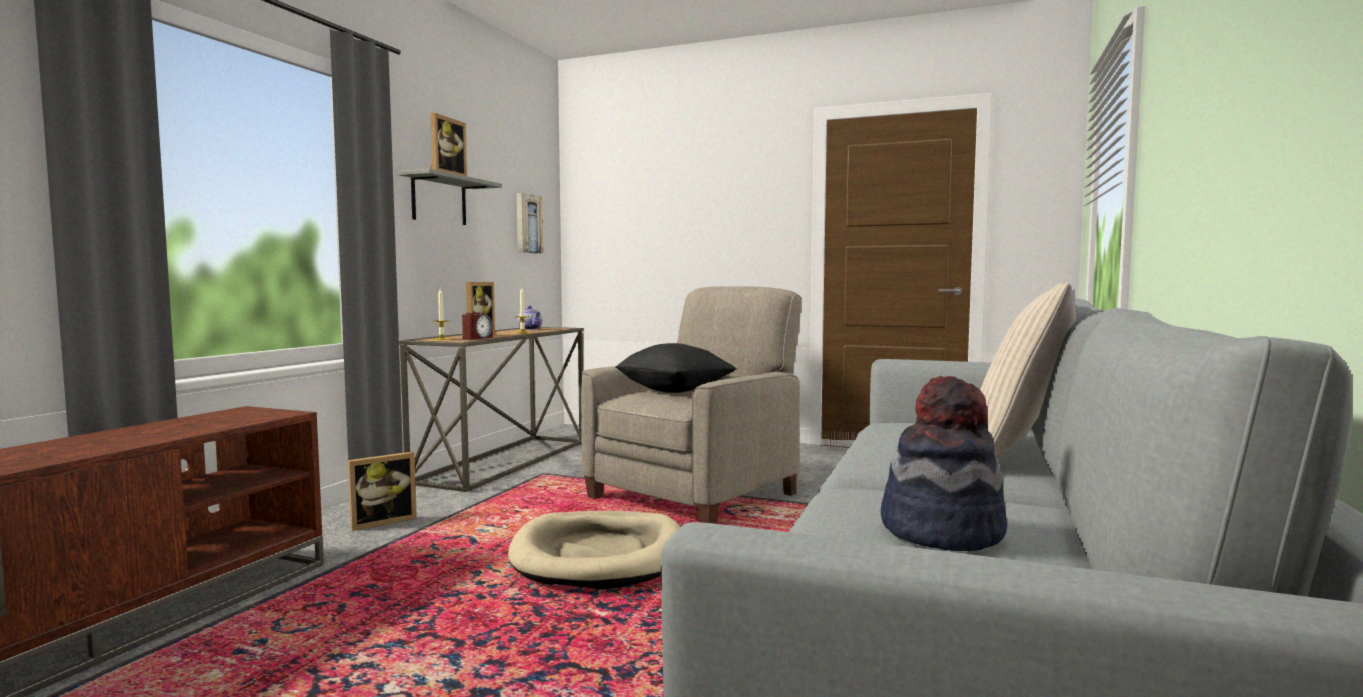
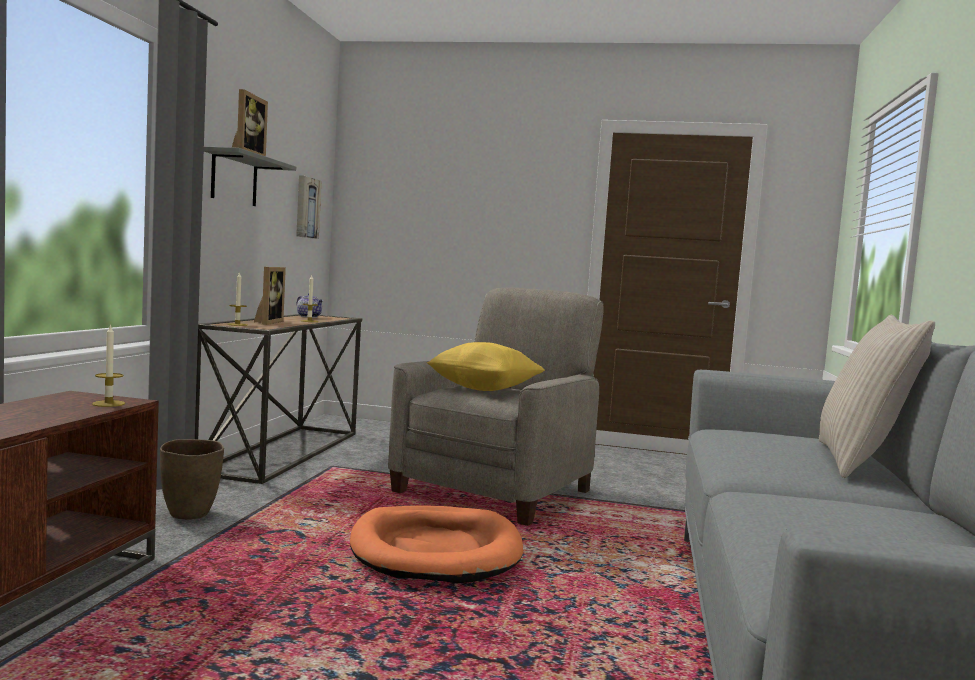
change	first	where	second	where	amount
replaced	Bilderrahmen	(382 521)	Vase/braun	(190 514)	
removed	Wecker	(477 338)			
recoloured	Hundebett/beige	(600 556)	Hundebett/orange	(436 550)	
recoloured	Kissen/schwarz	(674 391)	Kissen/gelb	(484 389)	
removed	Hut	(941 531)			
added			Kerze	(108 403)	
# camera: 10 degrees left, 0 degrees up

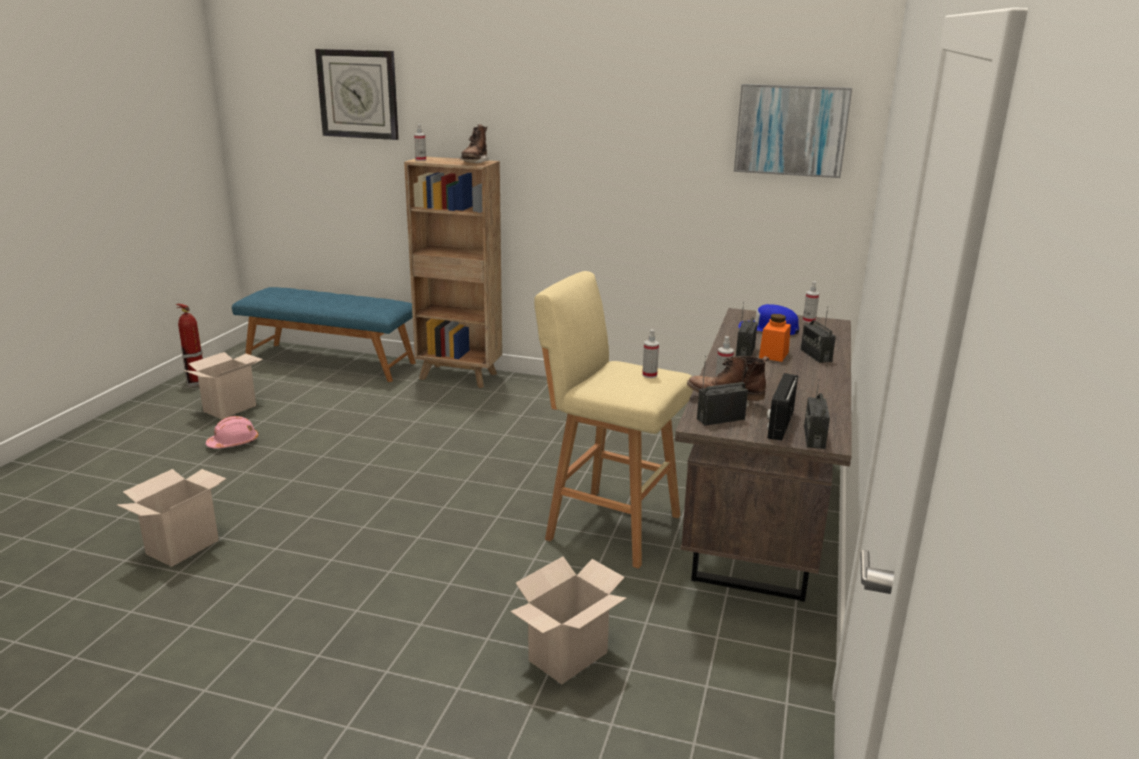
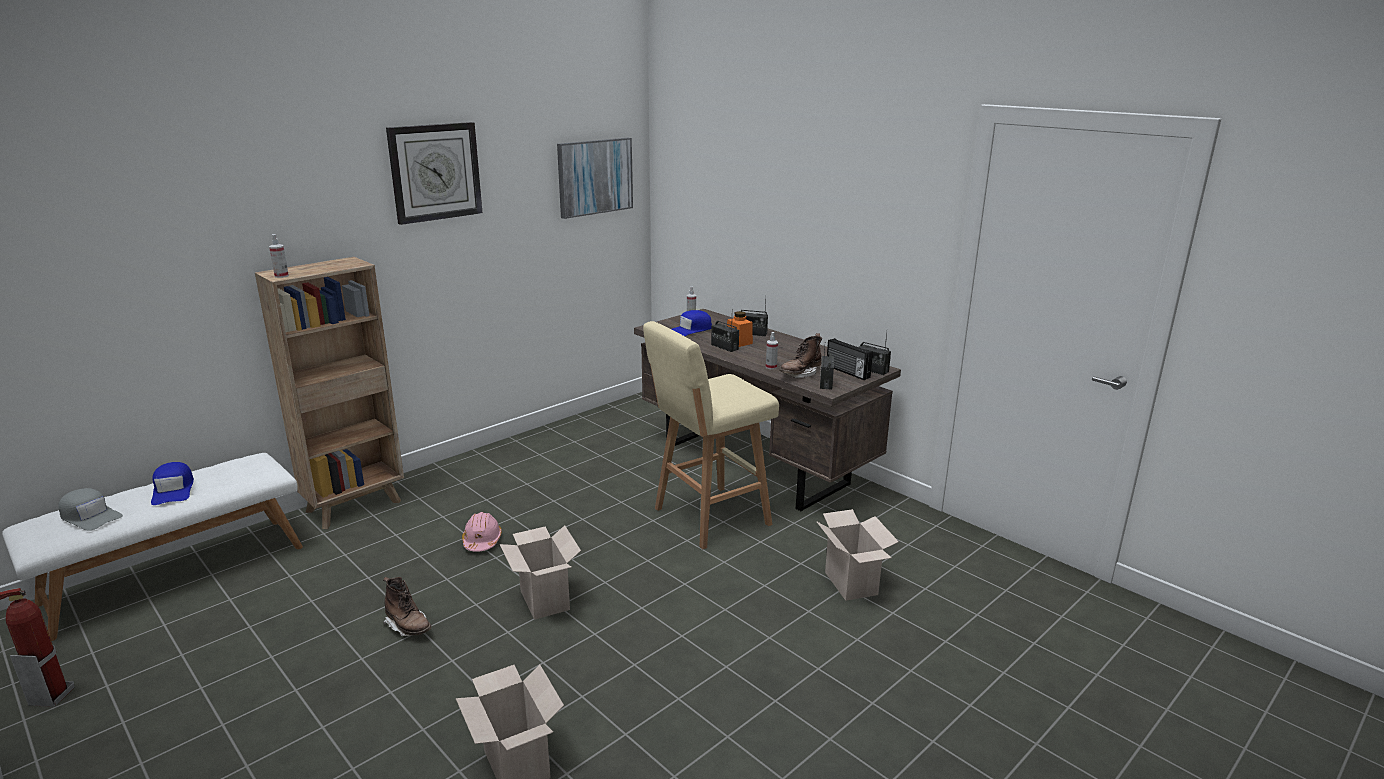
change	first	where	second	where	amount
moved	Karton	(230 408)		(542 600)	
moved	Schutzhelm/rosa	(234 443)		(482 541)	
recoloured	Bank/blau	(331 361)	Bank/weiß	(176 573)	
moved	Wanduhr	(358 94)		(435 172)	
moved	Stiefel/braun	(474 162)		(408 627)	
removed	Sprühflasche	(649 375)			
added			Kappe/grau	(90 516)	
added			Kappe/blau	(173 490)	
# camera: 60 degrees left, 0 degrees up

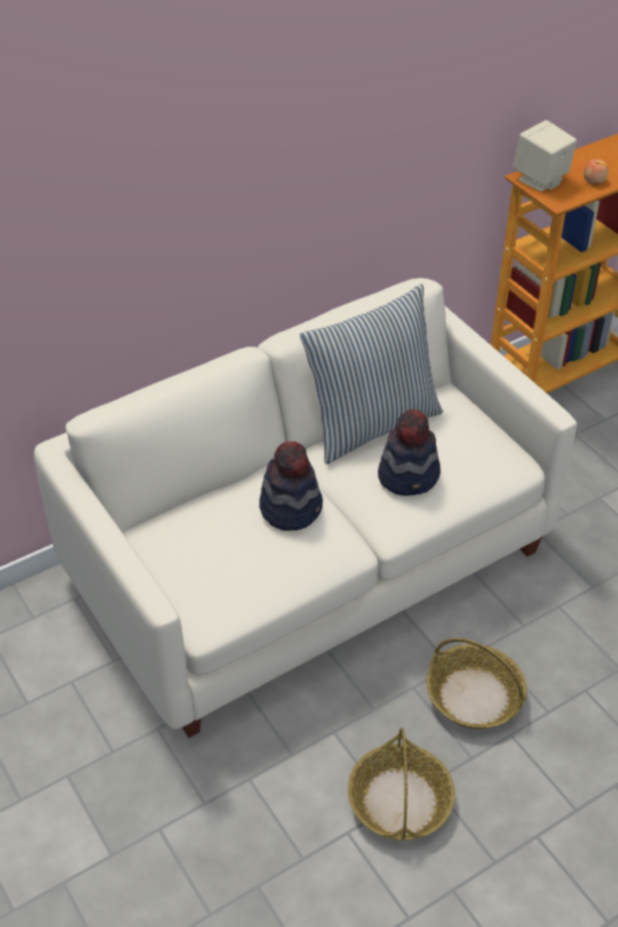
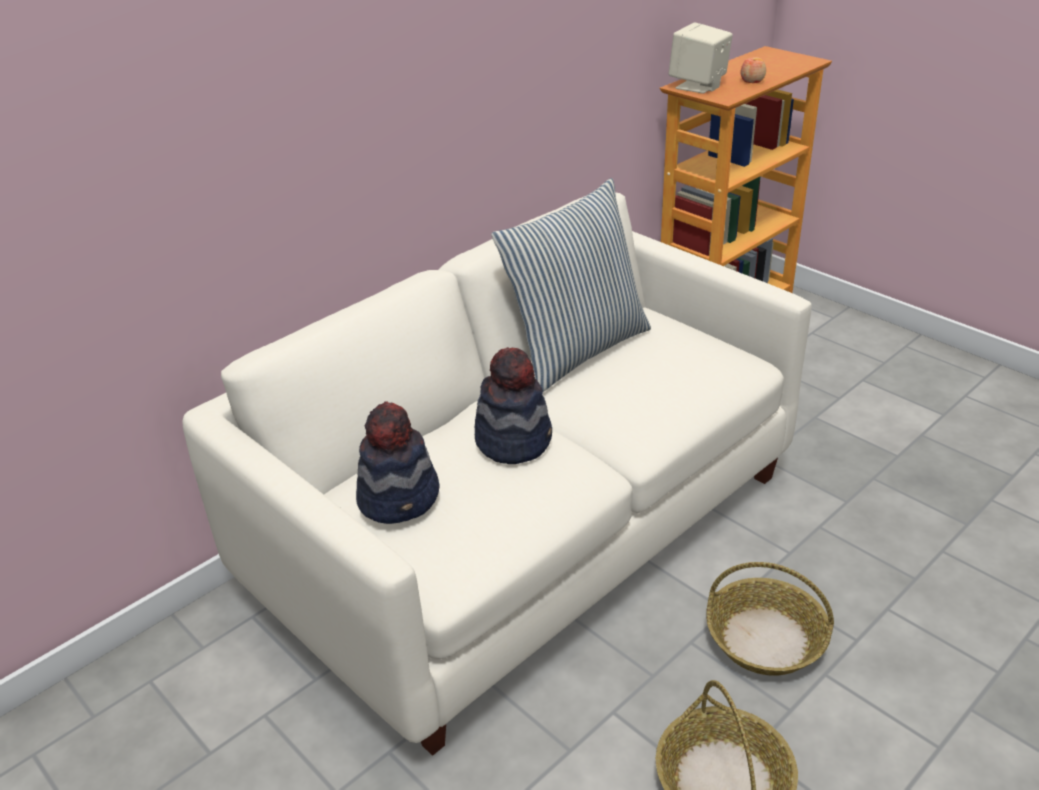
change	first	where	second	where	amount
moved	Hut	(409 475)		(400 497)	
# camera: 10 degrees left, 10 degrees down

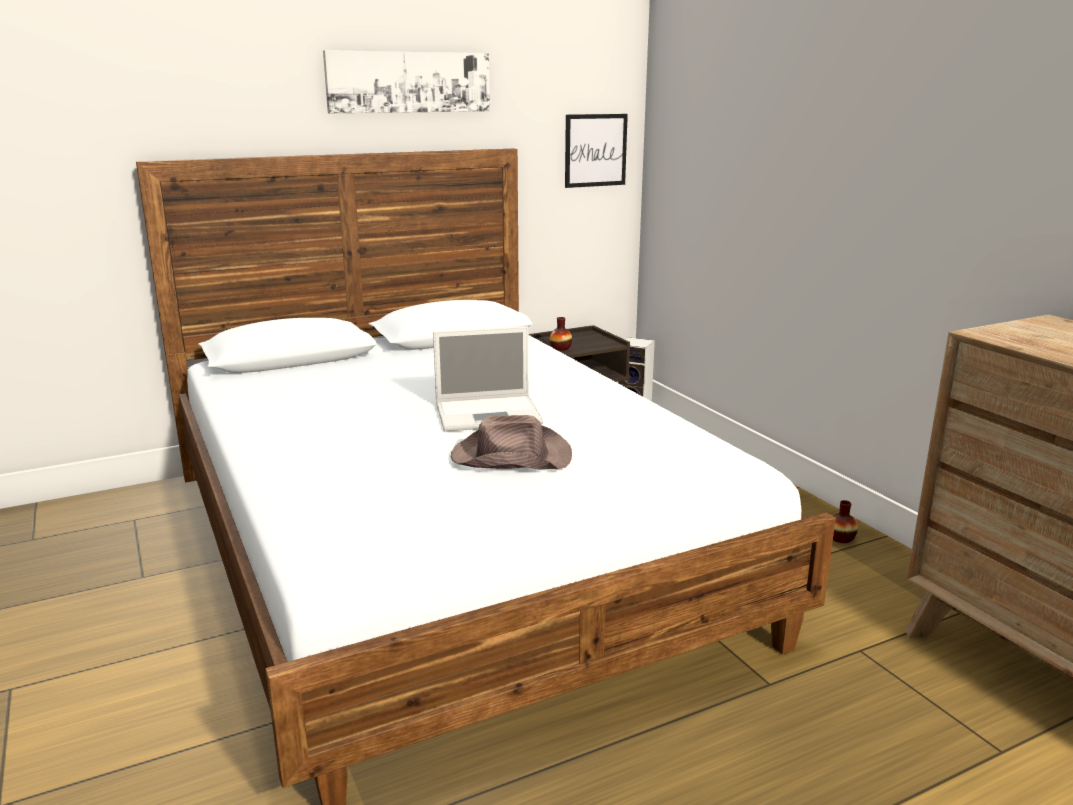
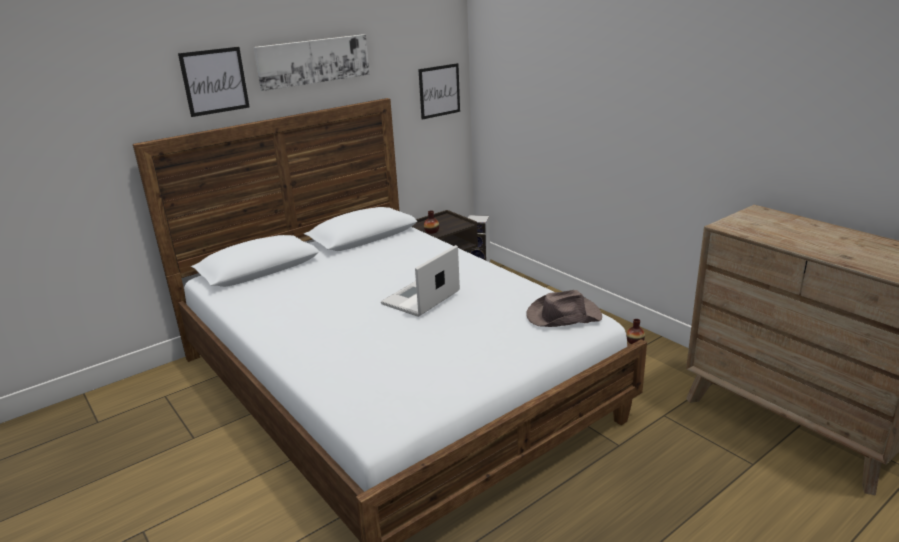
change	first	where	second	where	amount
turned	Laptop	(490 413)		(420 298)	150 degrees clockwise
moved	Hut/braun	(510 456)		(562 316)	
added			Bild	(214 81)	
# camera: 10 degrees left, 5 degrees up

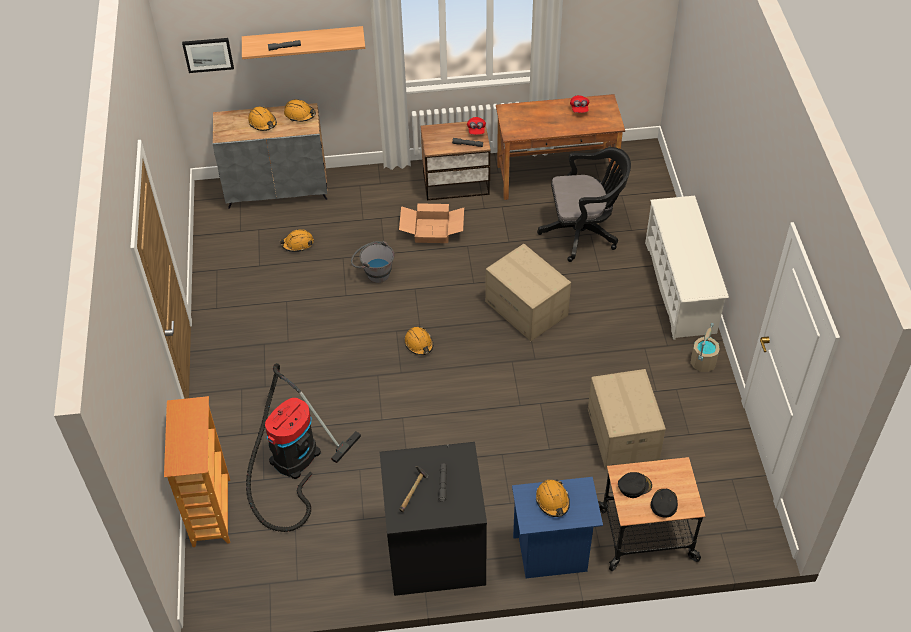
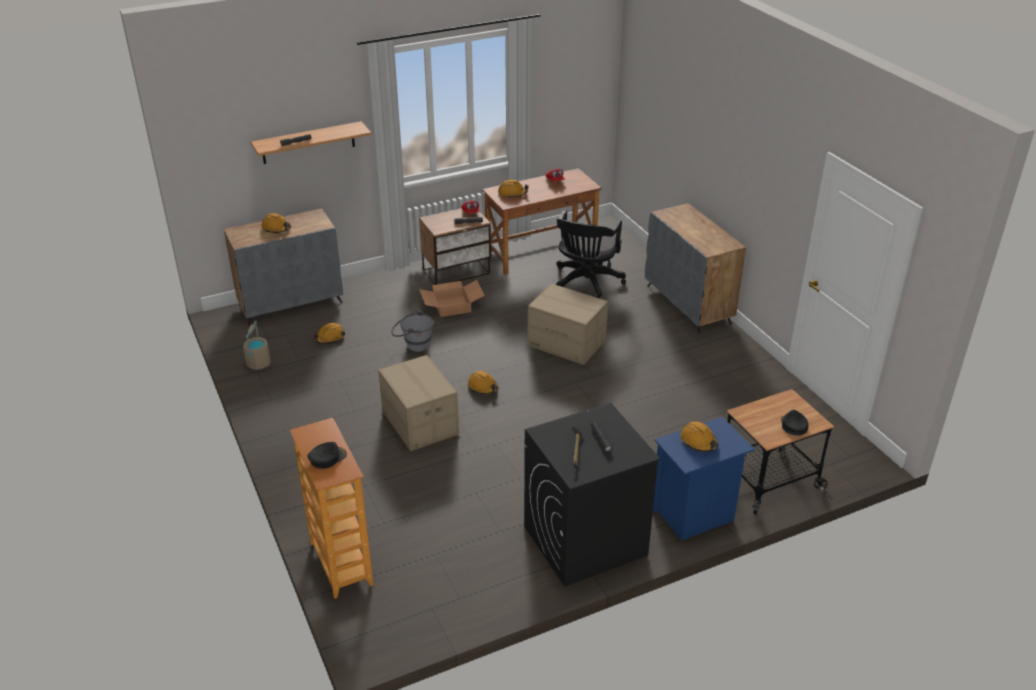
change	first	where	second	where	amount
removed	Bild	(208 54)			
removed	Staubsauger	(292 462)			
moved	Schutzhelm/orange	(300 114)		(512 193)	
turned	Bürostuhl/schwarz	(583 232)		(586 284)	135 degrees clockwise
moved	Karton	(622 434)		(419 423)	
moved	Kappe/schwarz	(634 486)		(327 458)	
replaced	Schuhregal/weiß	(680 287)	Schrank/grau	(688 304)	
moved	Eimer/beige	(703 362)		(258 363)	
# camera: 20 degrees left, 15 degrees down

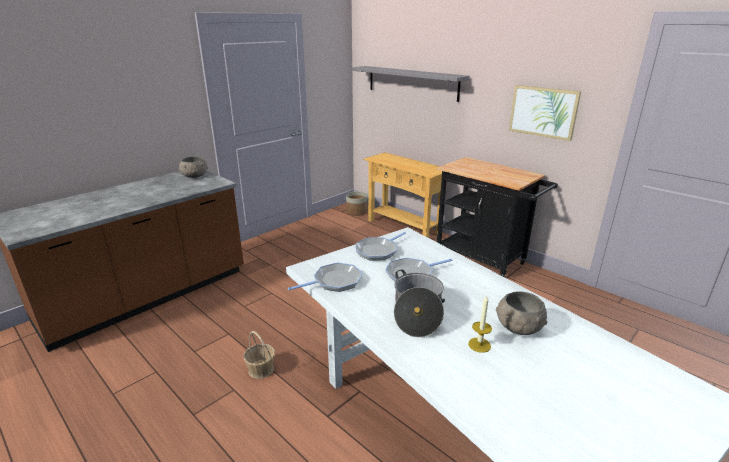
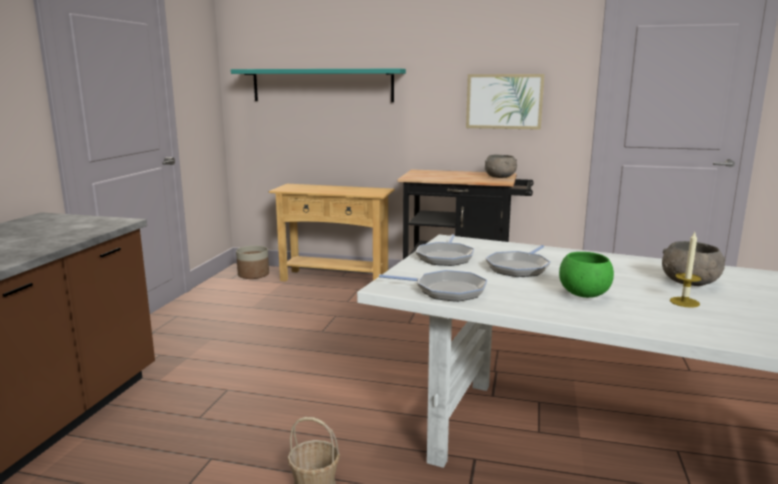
change	first	where	second	where	amount
moved	Schüssel/grau	(194 176)		(500 177)	
turned	Pfanne	(335 282)		(446 290)	75 degrees clockwise
recoloured	Wandregal/grau	(412 83)	Wandregal/türkis	(322 85)	
replaced	Kochtopf	(417 313)	Schüssel/grün	(584 294)	
# camera: 30 degrees left, 10 degrees down

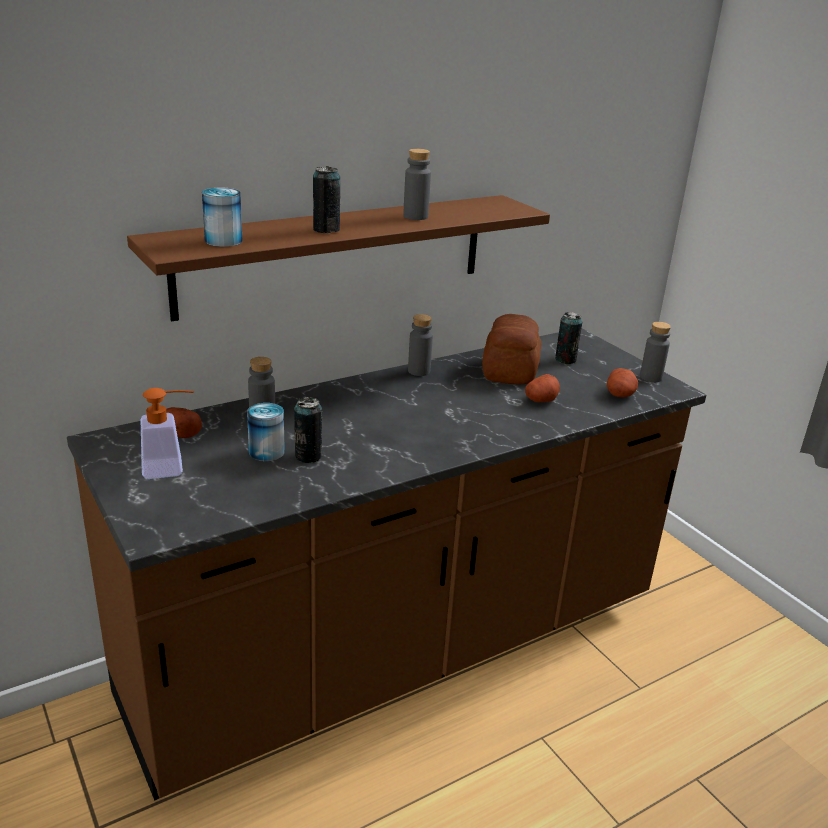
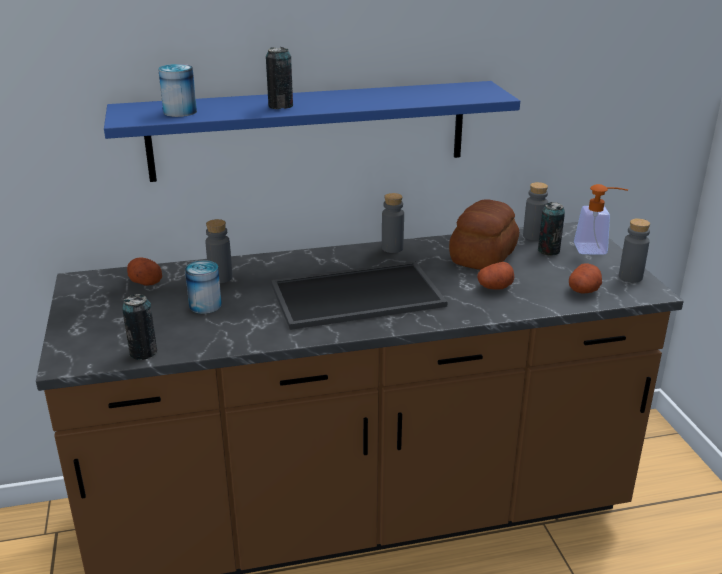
change	first	where	second	where	amount
recoloured	Wandregal/braun	(336 254)	Wandregal/blau	(309 130)	
moved	Seifenspender	(171 468)		(596 249)	
moved	Dose	(308 456)		(143 352)	
moved	Flasche/grau	(415 216)		(533 236)	
added			Tablett	(356 297)	
# camera: 20 degrees right, 0 degrees up

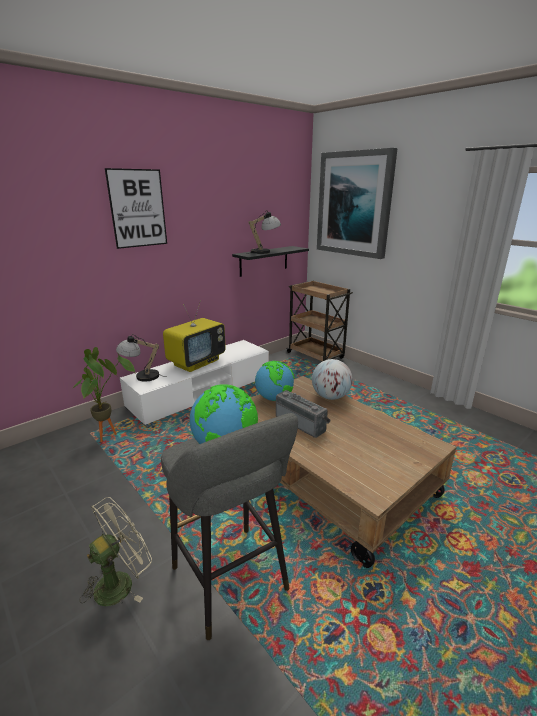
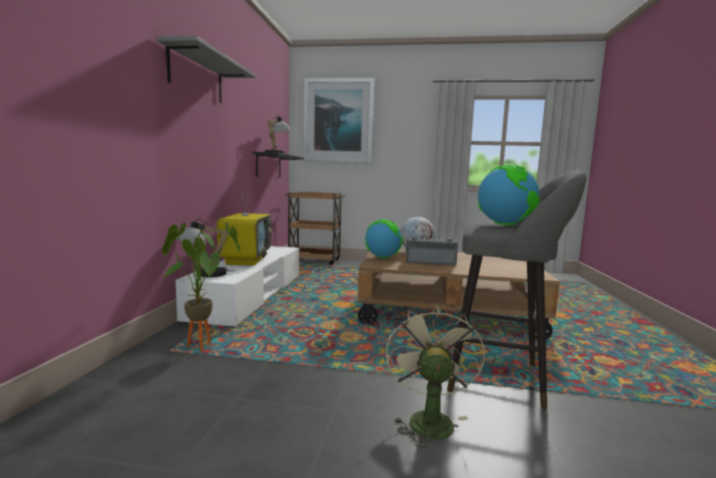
change	first	where	second	where	amount
replaced	Bild	(138 208)	Wandregal/grau	(196 76)	
# camera: 40 degrees left, 15 degrees down

